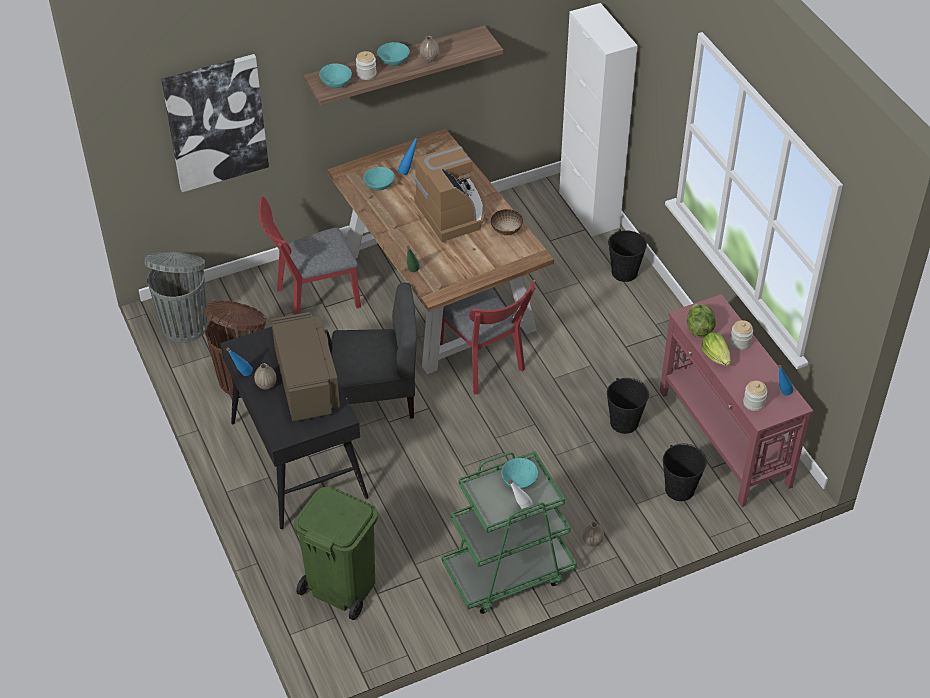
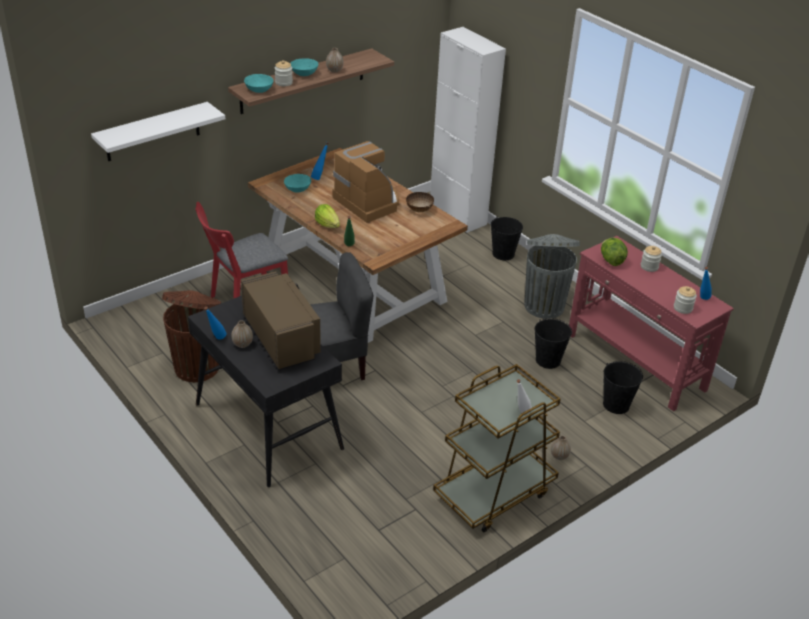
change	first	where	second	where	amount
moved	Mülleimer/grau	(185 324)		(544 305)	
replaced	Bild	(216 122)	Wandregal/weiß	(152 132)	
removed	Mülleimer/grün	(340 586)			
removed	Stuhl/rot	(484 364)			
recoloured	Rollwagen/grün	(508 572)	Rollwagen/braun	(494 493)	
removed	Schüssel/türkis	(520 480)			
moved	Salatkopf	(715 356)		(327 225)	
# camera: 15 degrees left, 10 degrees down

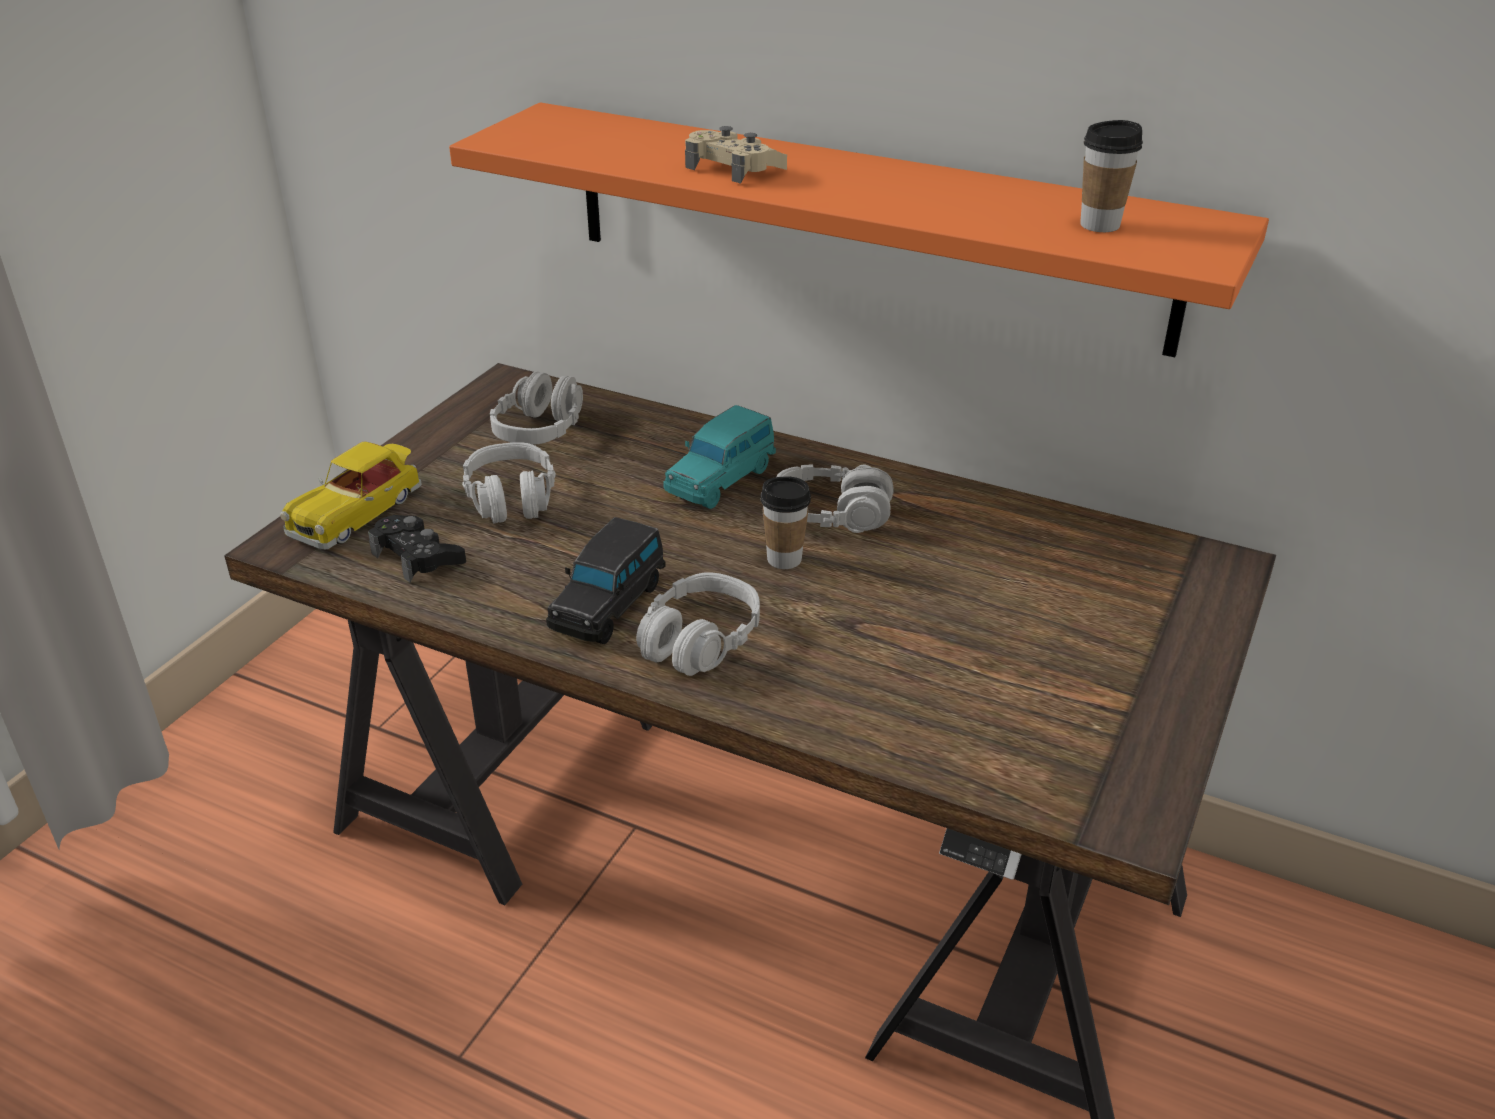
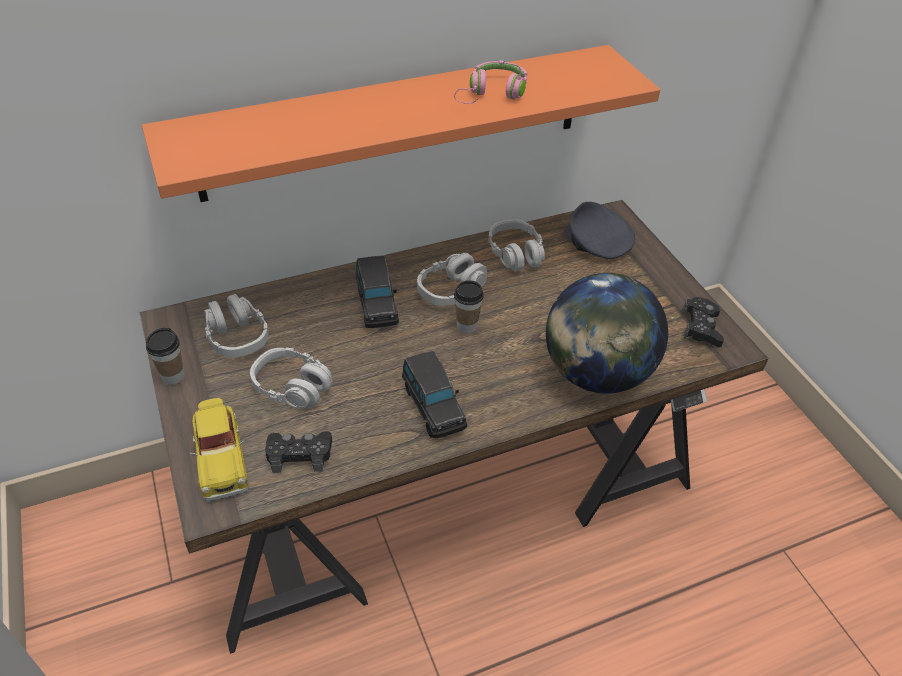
change	first	where	second	where	amount
moved	Kopfhörer/grau	(699 641)		(516 254)	
recoloured	Spielzeugauto/türkis	(722 480)	Spielzeugauto/schwarz	(377 304)	
removed	Gamepad/beige	(734 168)			
moved	Tasse	(1100 225)		(173 376)	
added			Kopfhörer/rosa	(492 94)	
added			Globus	(596 374)	
added			Kappe/grau	(596 243)	
added			Gamepad/schwarz	(701 327)	
# camera: 50 degrees left, 10 degrees up

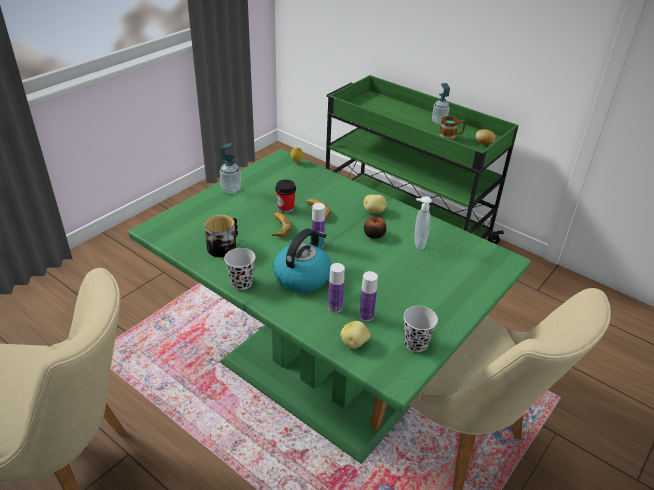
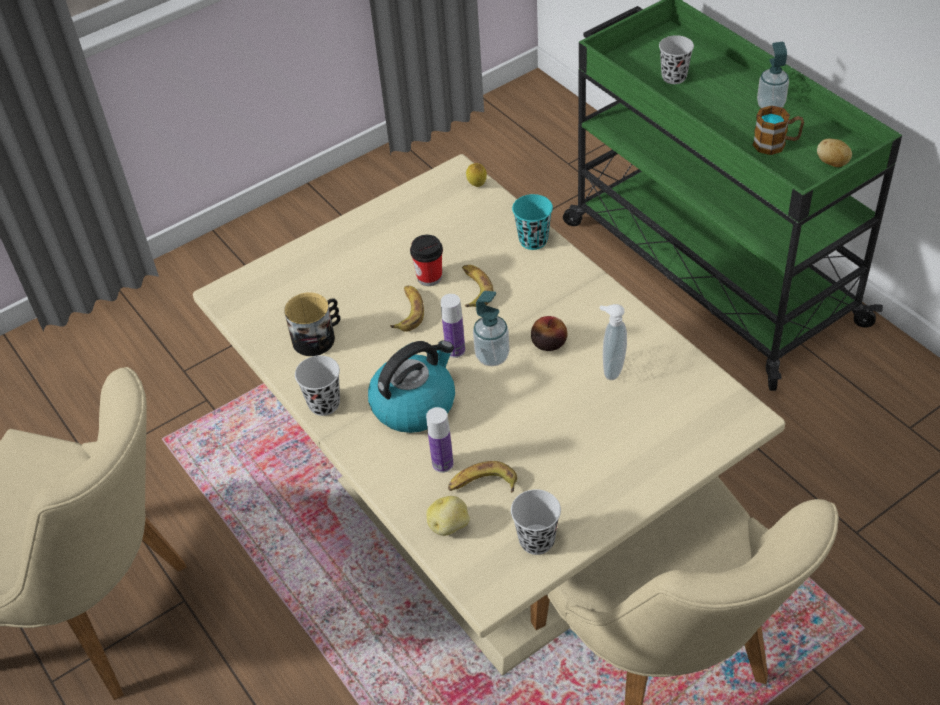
change	first	where	second	where	amount
recoloured	Esstisch/grün	(321 375)	Esstisch/beige	(485 526)	
moved	Seifenspender	(231 189)		(492 356)	
replaced	Flasche	(366 316)	Banane	(482 485)	
removed	Kartoffel	(374 211)			
added			Tasse/türkis	(533 240)	
added			Tasse/schwarz	(674 77)	
# camera: 20 degrees right, 10 degrees up

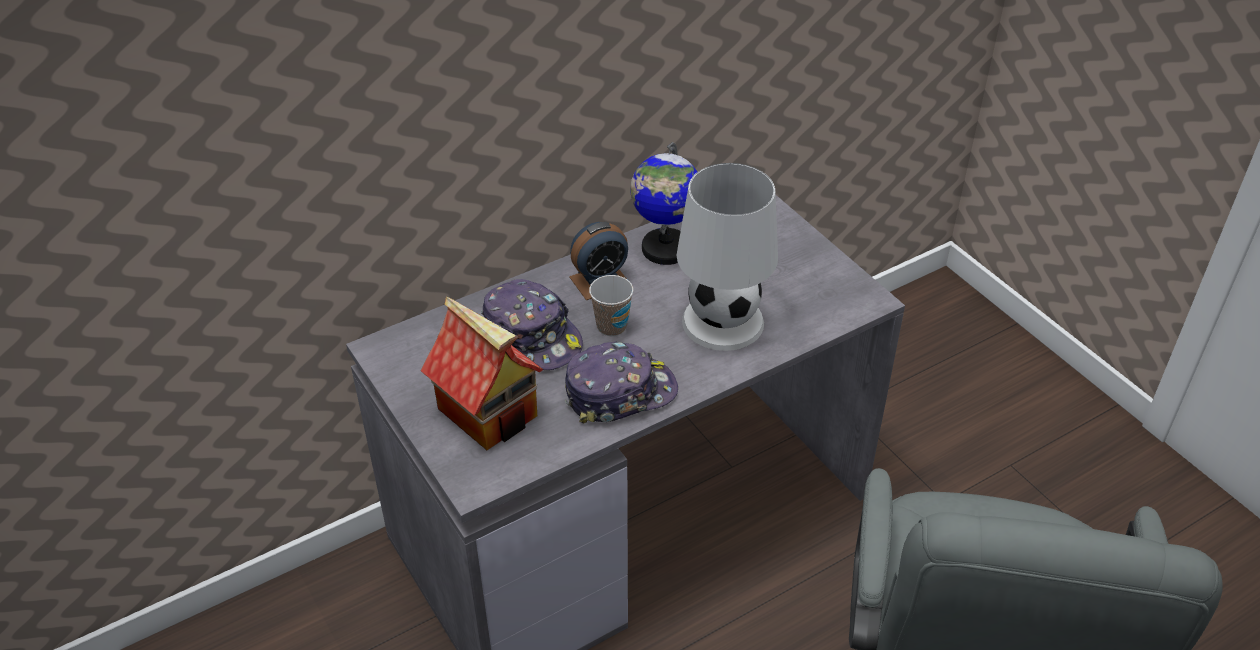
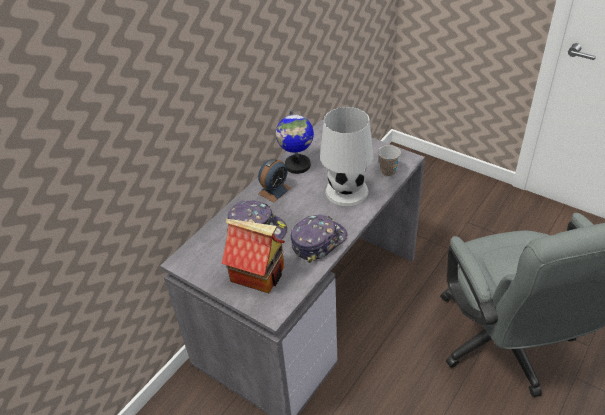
change	first	where	second	where	amount
moved	Tasse	(611 326)		(388 171)	
# camera: 20 degrees left, 0 degrees up

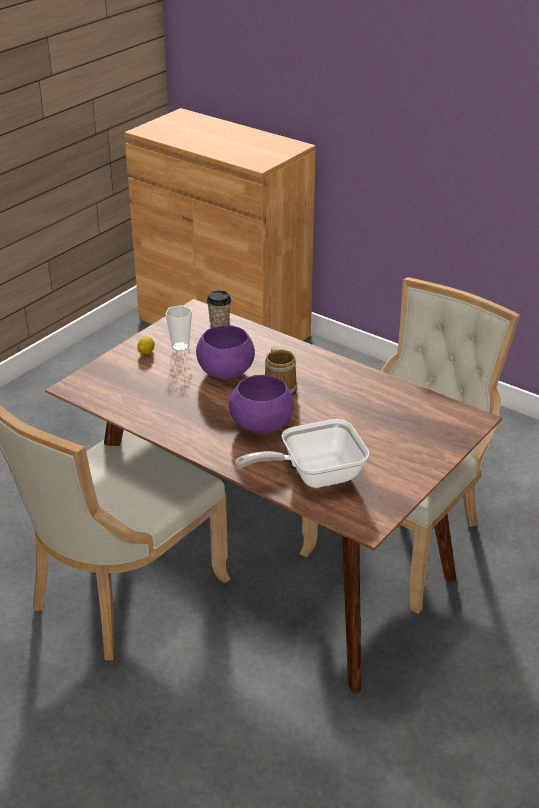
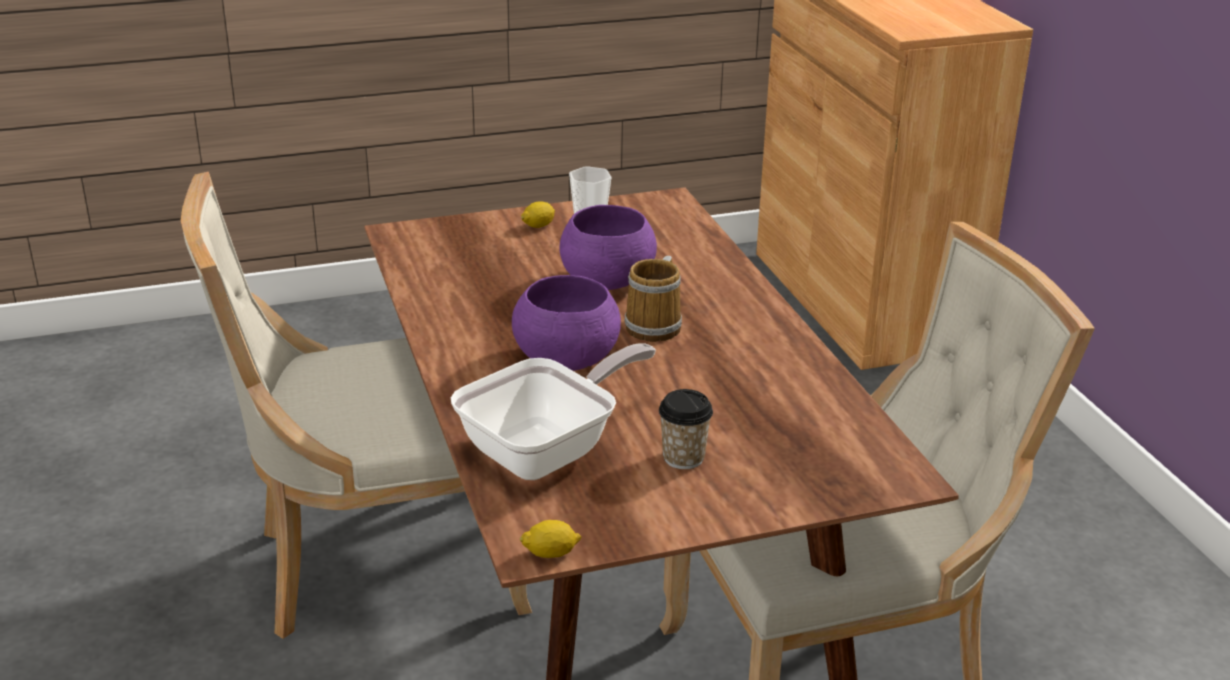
change	first	where	second	where	amount
moved	Tasse	(219 322)		(683 458)	
turned	Pfanne	(313 475)		(549 450)	120 degrees clockwise
added			Zitrone	(551 553)	
# camera: 35 degrees right, 5 degrees down

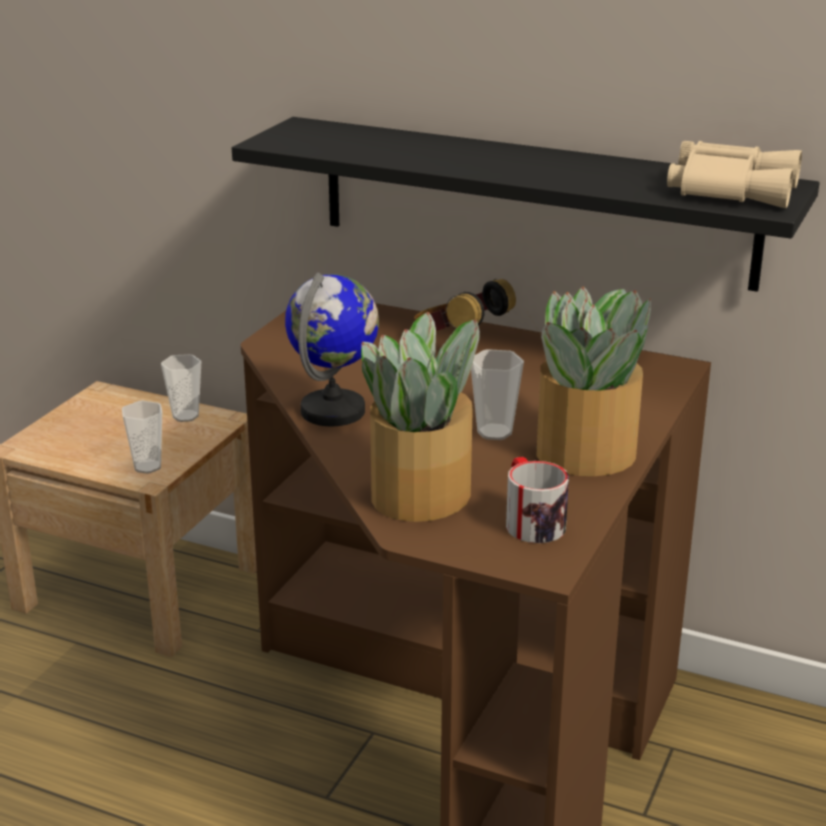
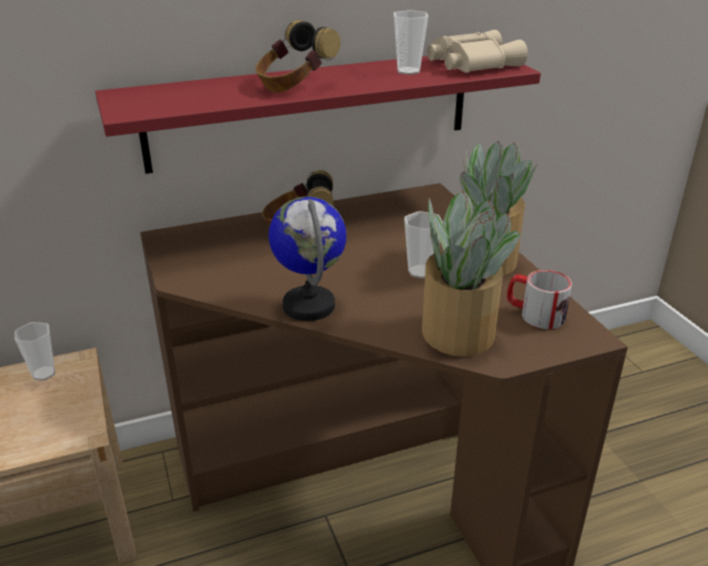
change	first	where	second	where	amount
moved	Tasse	(147 467)		(408 71)	
recoloured	Wandregal/schwarz	(534 201)	Wandregal/rot	(311 109)	
added			Kopfhörer	(294 85)	
# camera: 45 degrees left, 5 degrees up

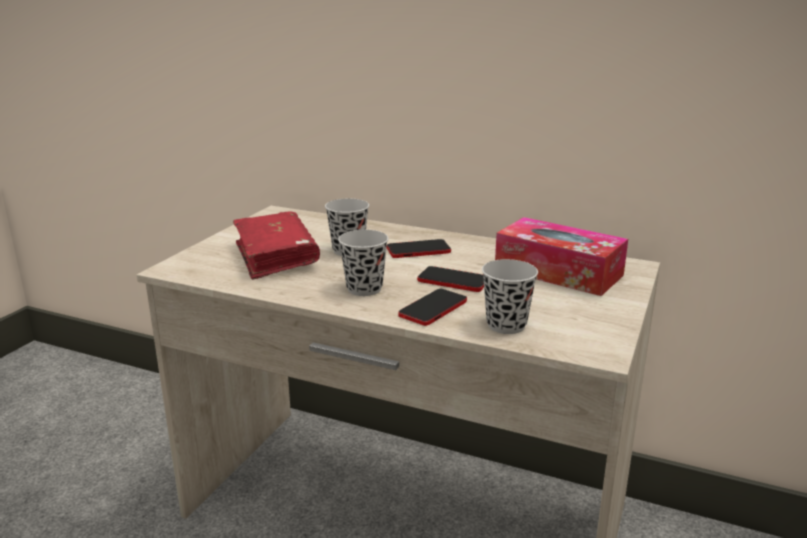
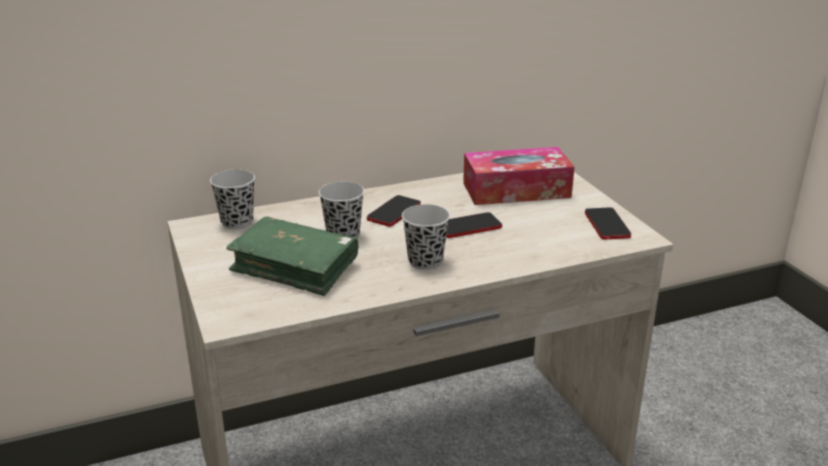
change	first	where	second	where	amount
recoloured	Buch/rot	(276 256)	Buch/grün	(295 267)	
moved	Handy	(433 308)		(607 225)	
moved	Tasse/schwarz	(506 325)		(237 222)	
# camera: 45 degrees left, 5 degrees up

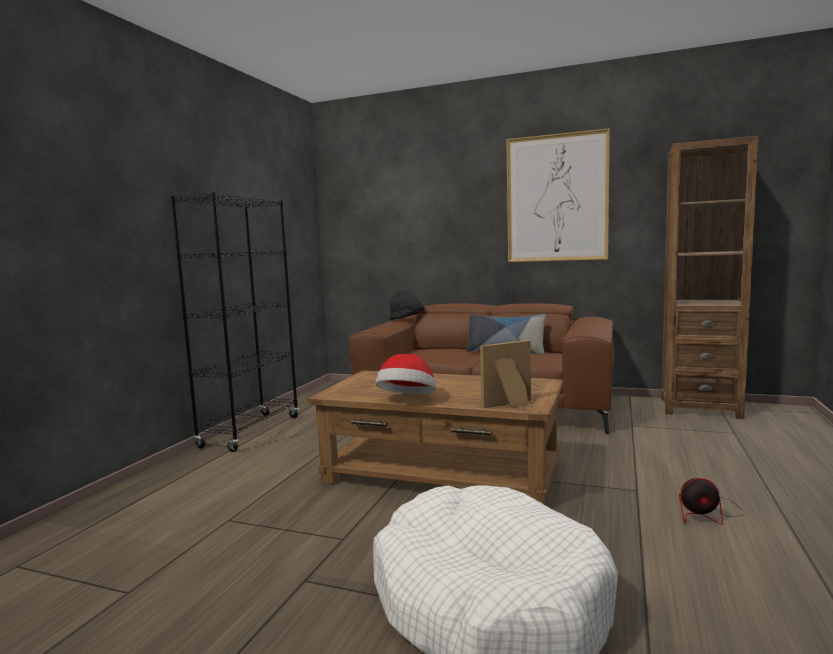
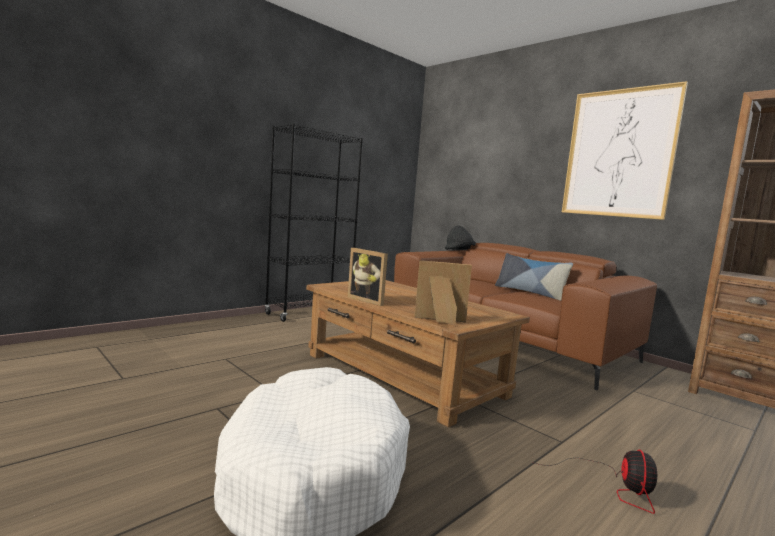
change	first	where	second	where	amount
replaced	Hut	(407 400)	Bilderrahmen	(368 300)	
turned	Ventilator	(706 513)		(613 486)	105 degrees counterclockwise
# camera: 25 degrees right, 0 degrees up

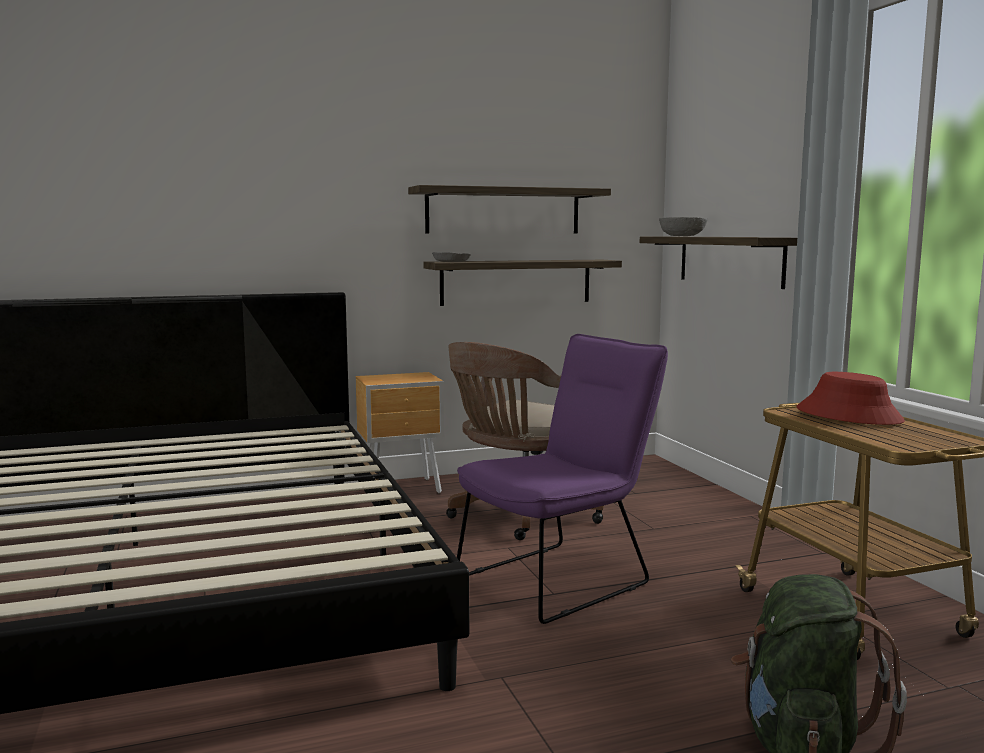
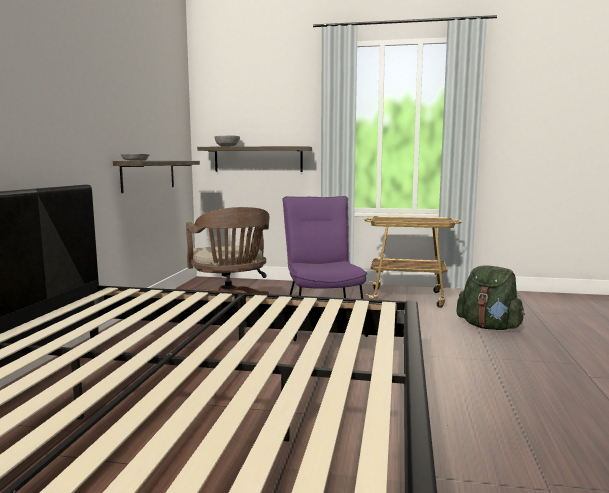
change	first	where	second	where	amount
removed	Nachttisch/braun	(403 489)			
removed	Wandregal	(503 211)			
removed	Hut/rot	(849 415)			
# camera: 60 degrees left, 0 degrees up

